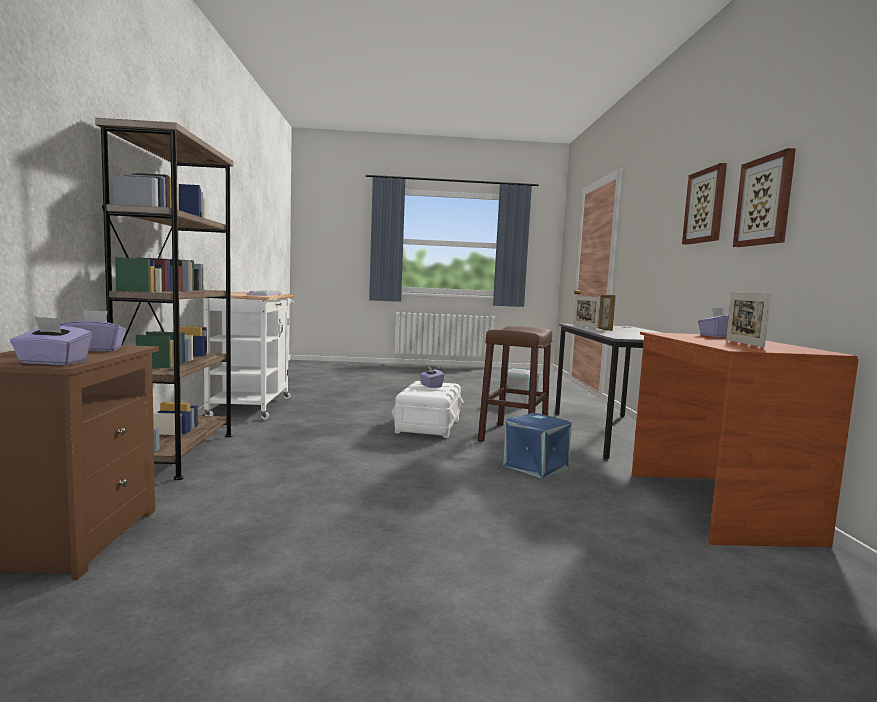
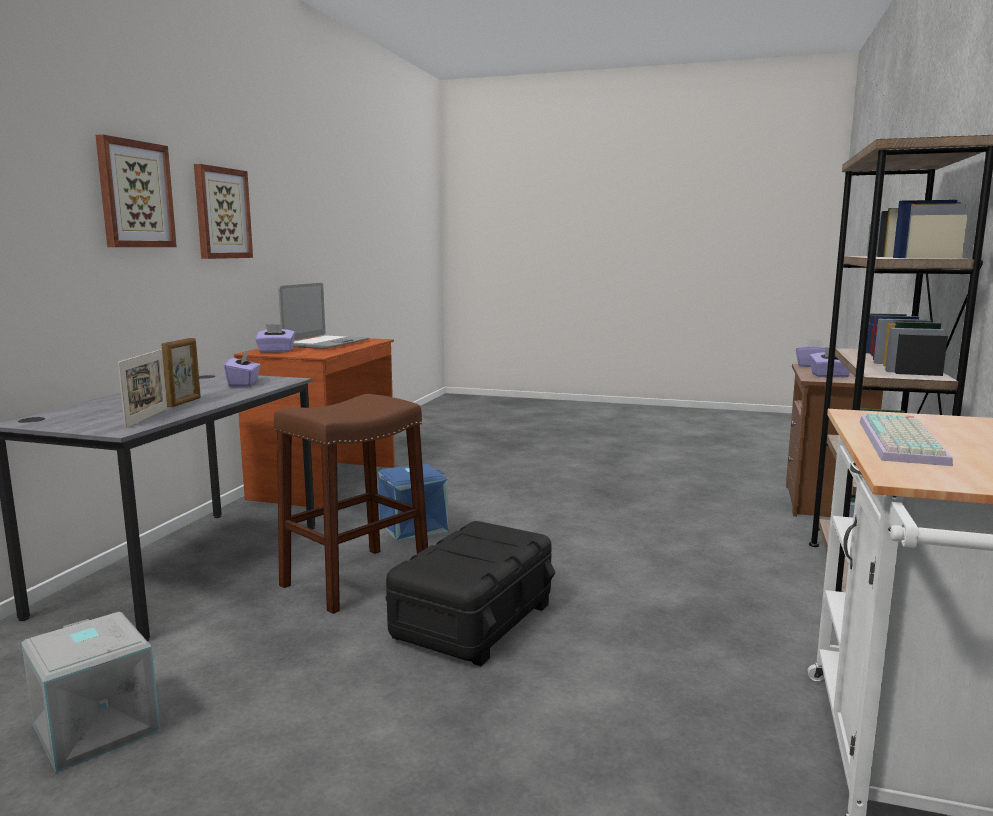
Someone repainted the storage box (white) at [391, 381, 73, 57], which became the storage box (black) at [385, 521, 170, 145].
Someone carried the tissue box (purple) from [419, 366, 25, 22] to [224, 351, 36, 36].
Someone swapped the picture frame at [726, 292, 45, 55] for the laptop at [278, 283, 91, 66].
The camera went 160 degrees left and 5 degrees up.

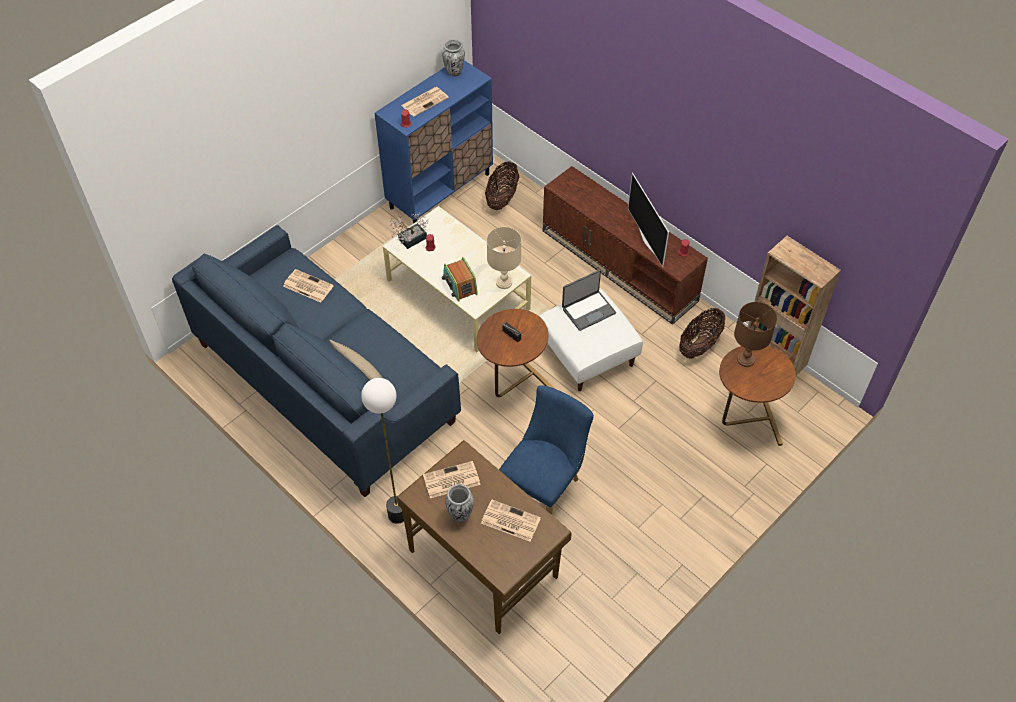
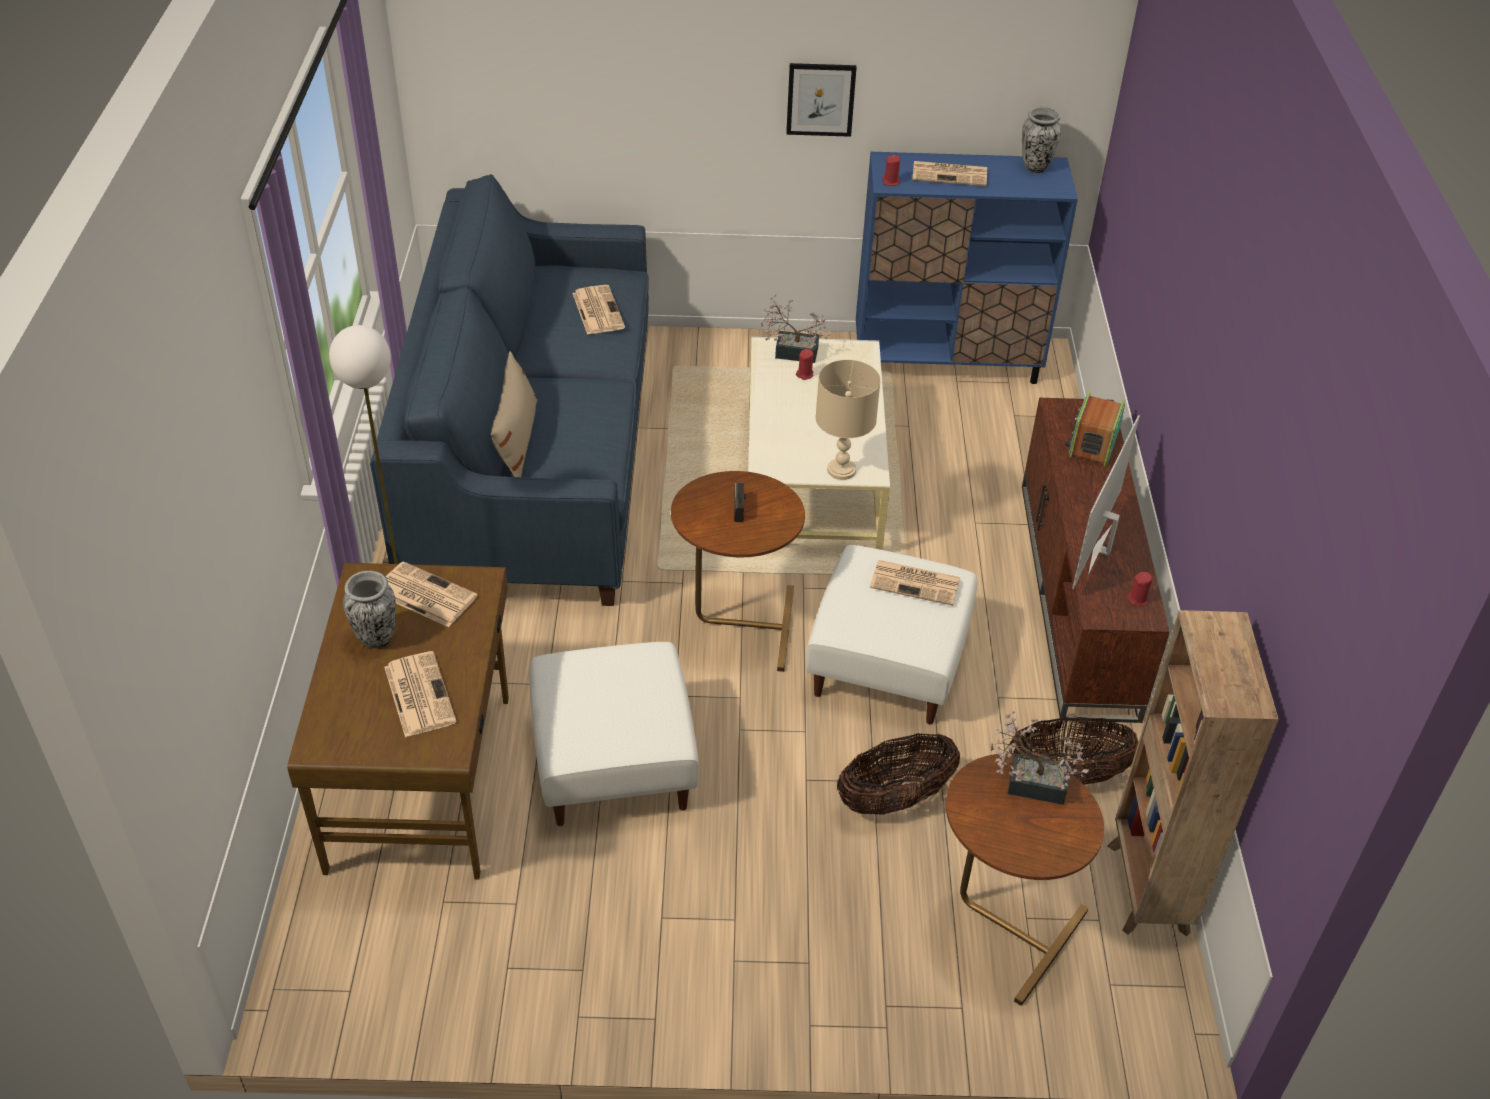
Someone carried the radio from [442, 257, 36, 44] to [1065, 392, 60, 75].
Someone carried the basket from [485, 161, 34, 49] to [837, 733, 123, 82].
Someone swapped the chair (blue) at [499, 385, 95, 130] for the ottoman (white) at [529, 642, 170, 184].
Someone swapped the laptop at [562, 270, 54, 61] for the newspaper at [870, 560, 90, 46].
Someone swapped the table lamp (brown) at [734, 302, 43, 65] for the potted plant at [990, 711, 99, 94].
Someone put up the picture at [786, 63, 71, 74].
The camera went 45 degrees right and 10 degrees down.

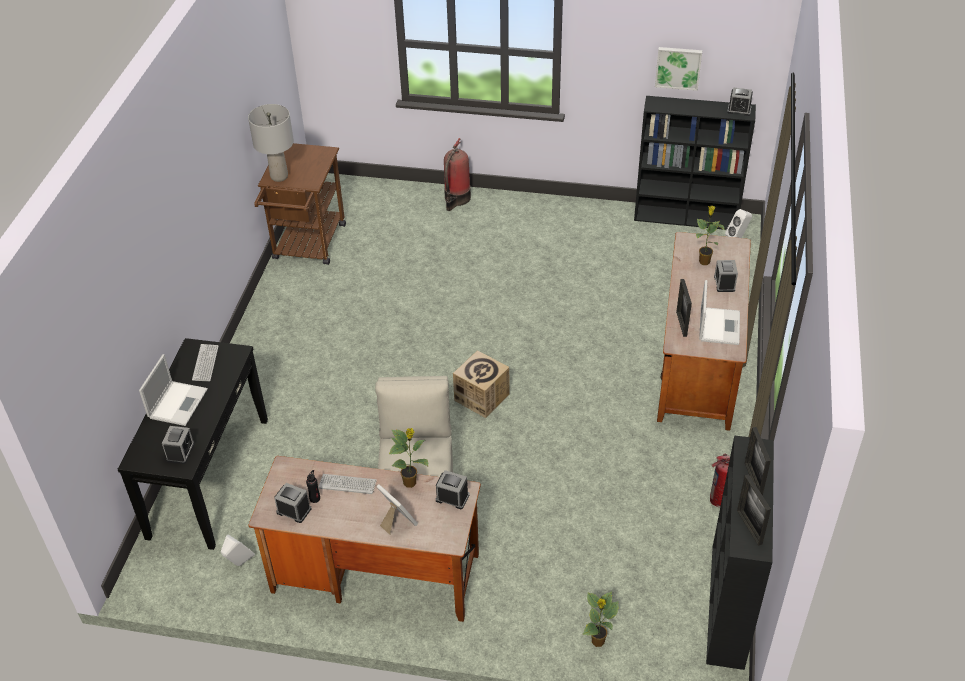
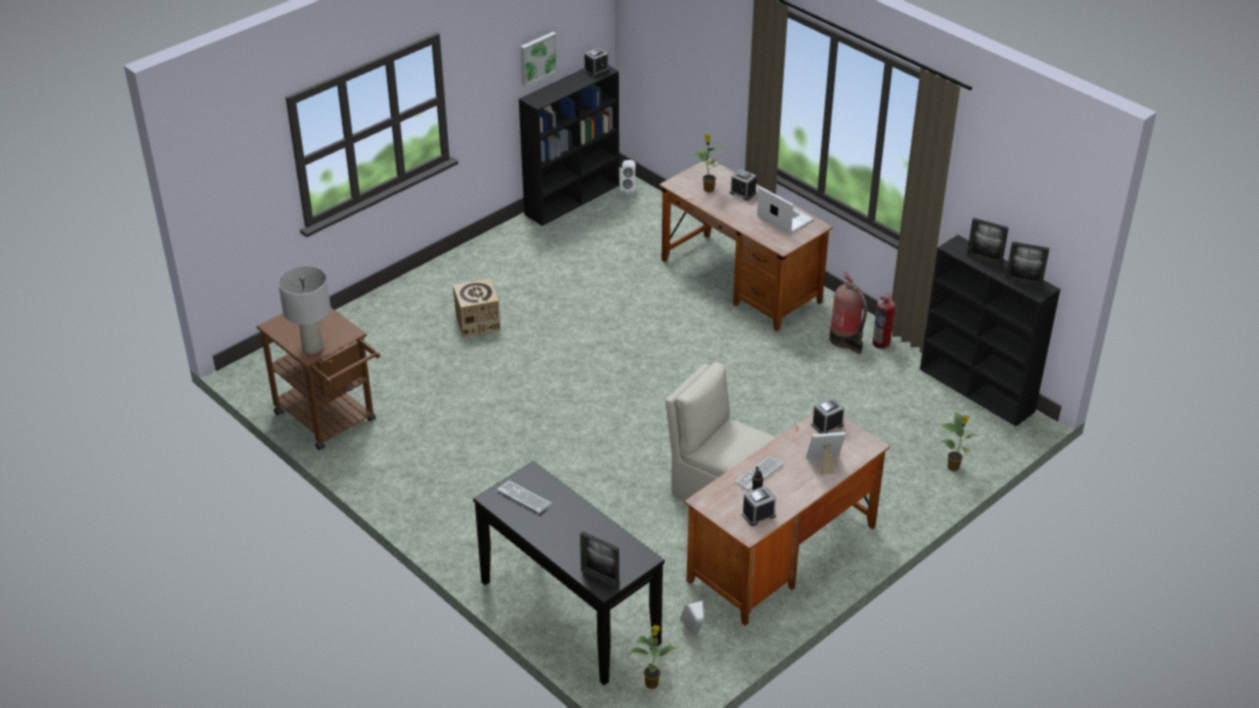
Someone took away the laptop at [139, 354, 69, 72].
Someone took away the alarm clock at [162, 426, 33, 38].
Someone carried the potted plant from [389, 428, 40, 60] to [629, 625, 49, 64].
Someone carried the fire extinguisher from [444, 138, 27, 73] to [829, 272, 38, 82].
Someone carried the cardboard box from [453, 350, 56, 68] to [453, 279, 48, 59].
Someone carried the picture frame from [676, 279, 16, 58] to [580, 531, 39, 56].
The camera went 55 degrees left and 5 degrees down.

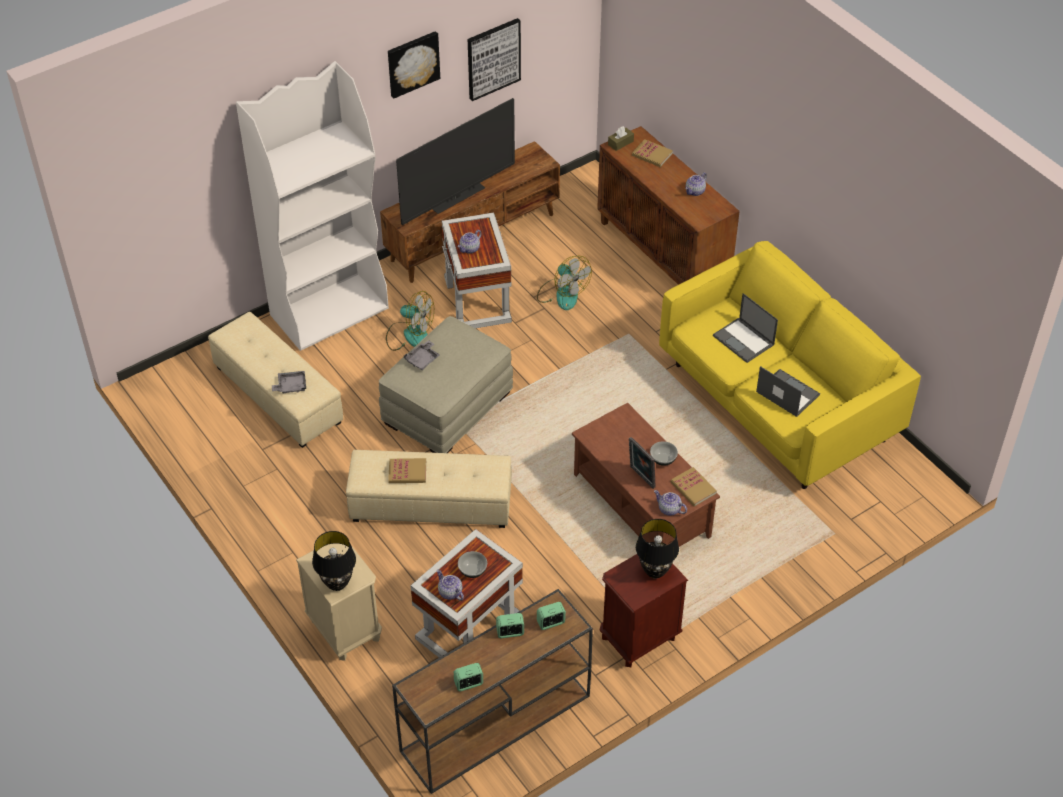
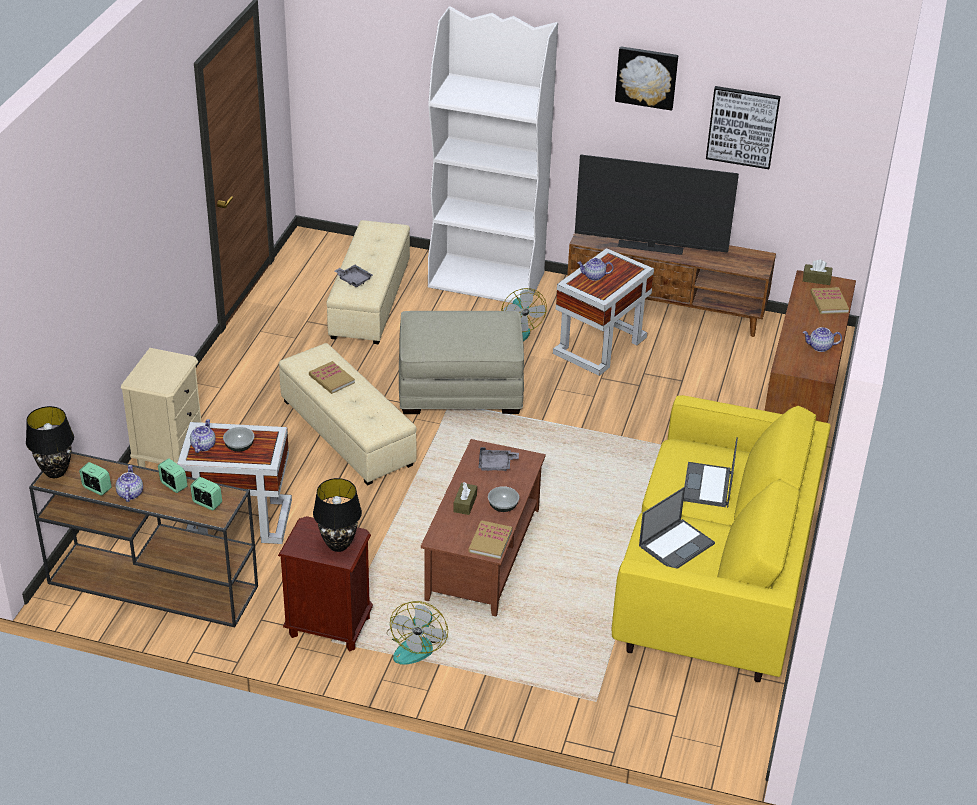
Someone carried the table lamp (black) from [312, 531, 44, 60] to [26, 406, 48, 72].
Someone carried the tray (grey) from [404, 340, 36, 30] to [479, 447, 40, 24].
Someone carried the fan from [537, 256, 55, 54] to [387, 601, 61, 64].
Someone swapped the picture frame at [629, 437, 27, 52] for the tissue box (brown) at [453, 482, 24, 33].
Someone carried the teapot from [654, 490, 33, 26] to [116, 465, 27, 37].
Someone rotated the laptop at [756, 366, 64, 51] by 45 degrees clockwise.
The camera went 50 degrees right and 10 degrees down.

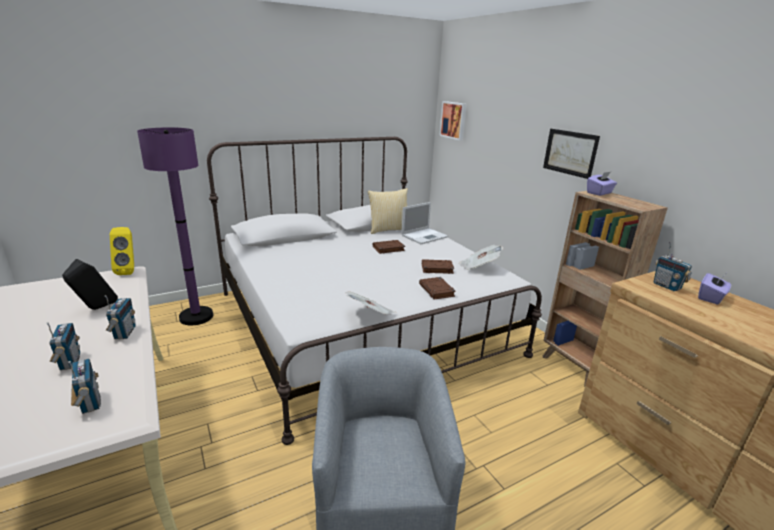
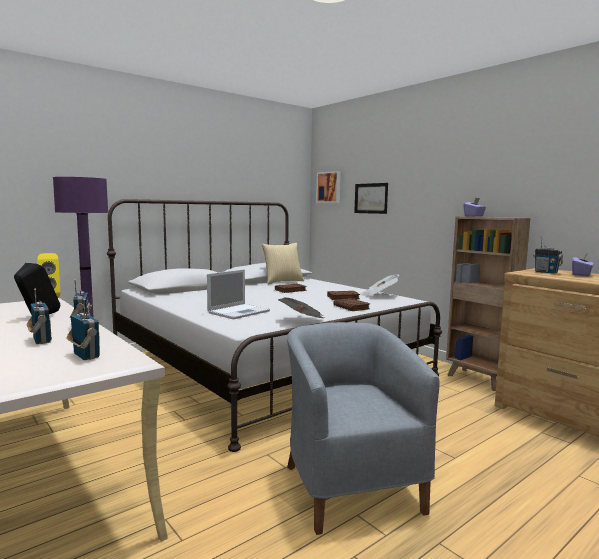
Someone carried the laptop from [401, 202, 47, 42] to [207, 269, 63, 50].
Someone carried the picture from [543, 129, 57, 50] to [354, 183, 34, 31].
The camera went 10 degrees left and 15 degrees down.

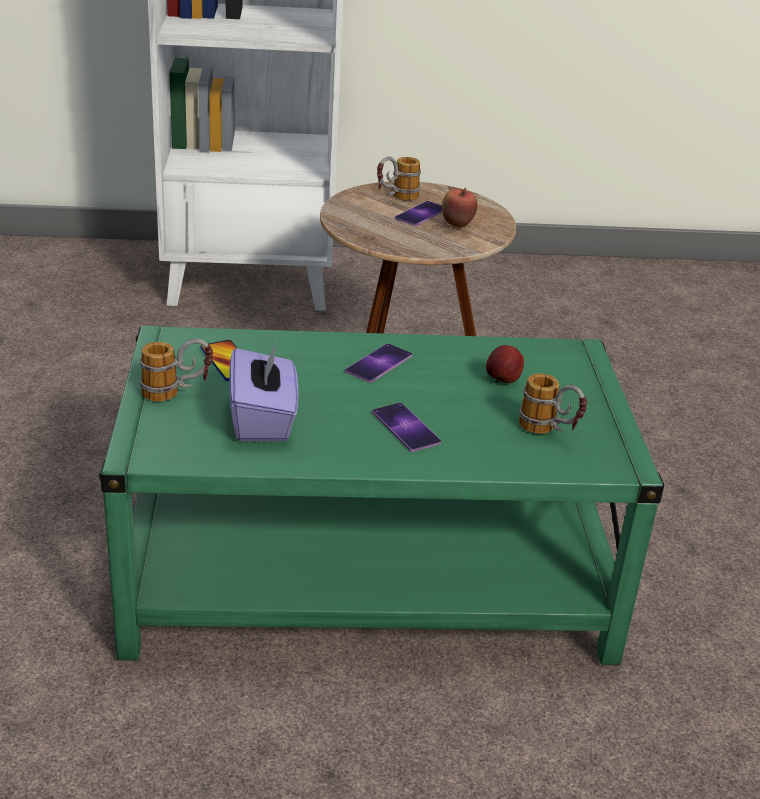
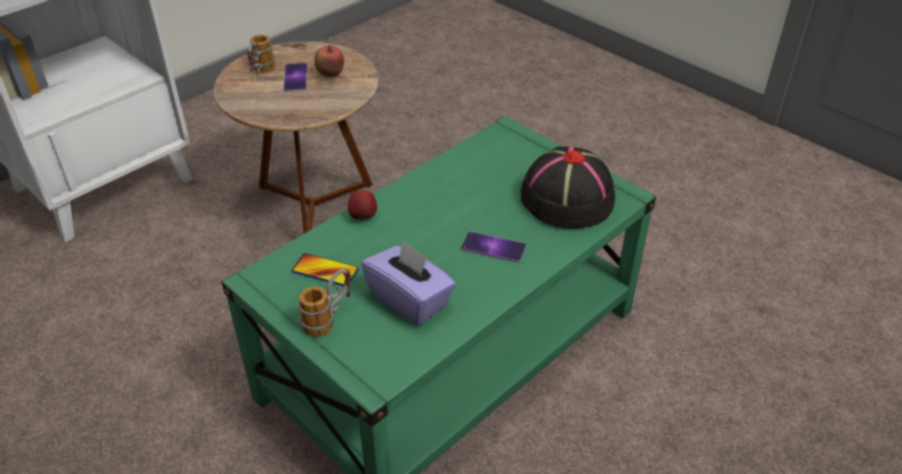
Someone took away the phone at [345, 343, 67, 40].
Someone carried the apple from [486, 345, 38, 38] to [348, 190, 29, 31].
Someone swapped the mug at [519, 373, 68, 61] for the hat (black) at [520, 146, 95, 83].
The camera went 40 degrees left and 10 degrees up.

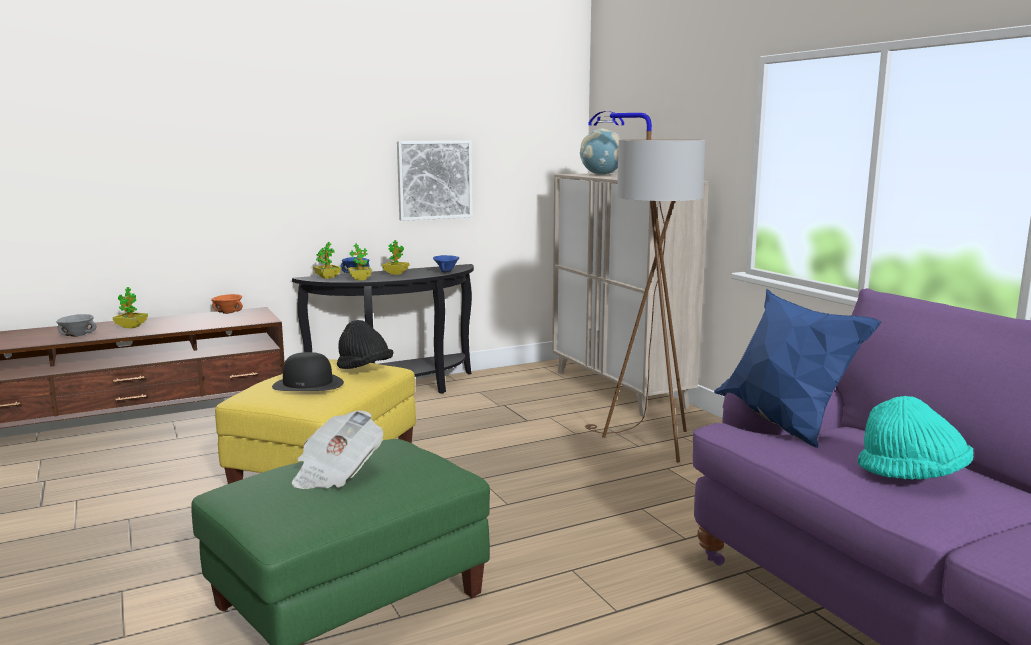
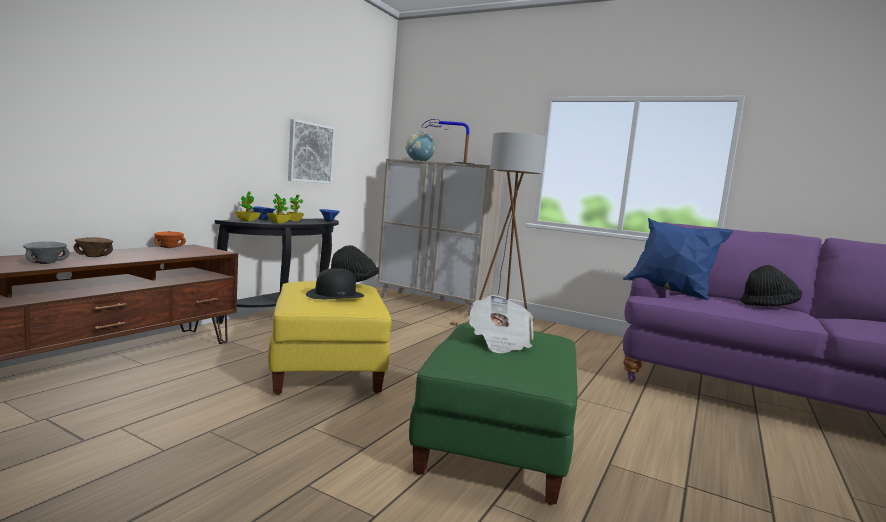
Someone swapped the potted plant at [113, 287, 35, 42] for the bowl (brown) at [74, 237, 39, 20].
Someone repainted the hat (turquoise) at [858, 396, 115, 84], which became the hat (black) at [740, 265, 62, 41].
The camera went 35 degrees left and 5 degrees down.

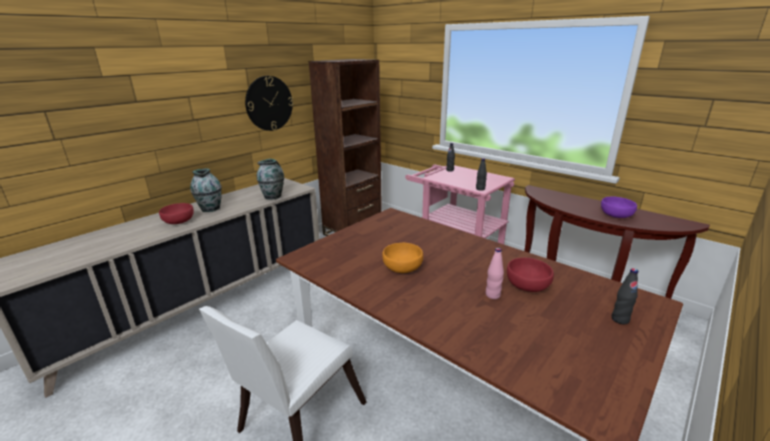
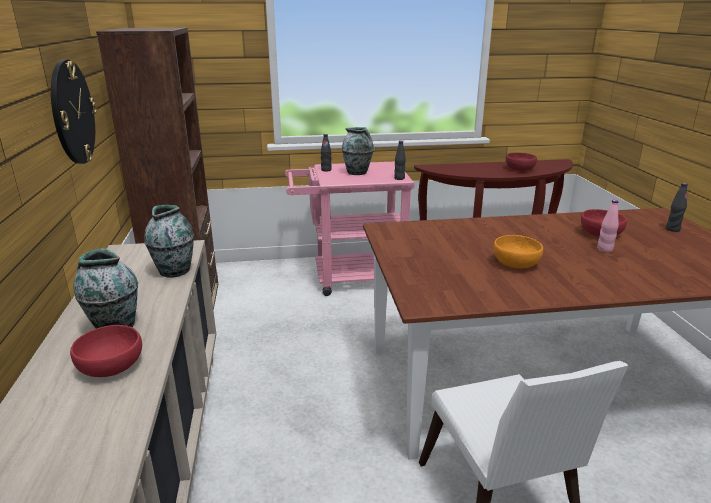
Someone repainted the bowl (purple) at [601, 197, 36, 21], which became the bowl (red) at [506, 152, 31, 19].
Someone put down the vase at [342, 127, 32, 48].
The camera went 50 degrees left and 0 degrees up.

